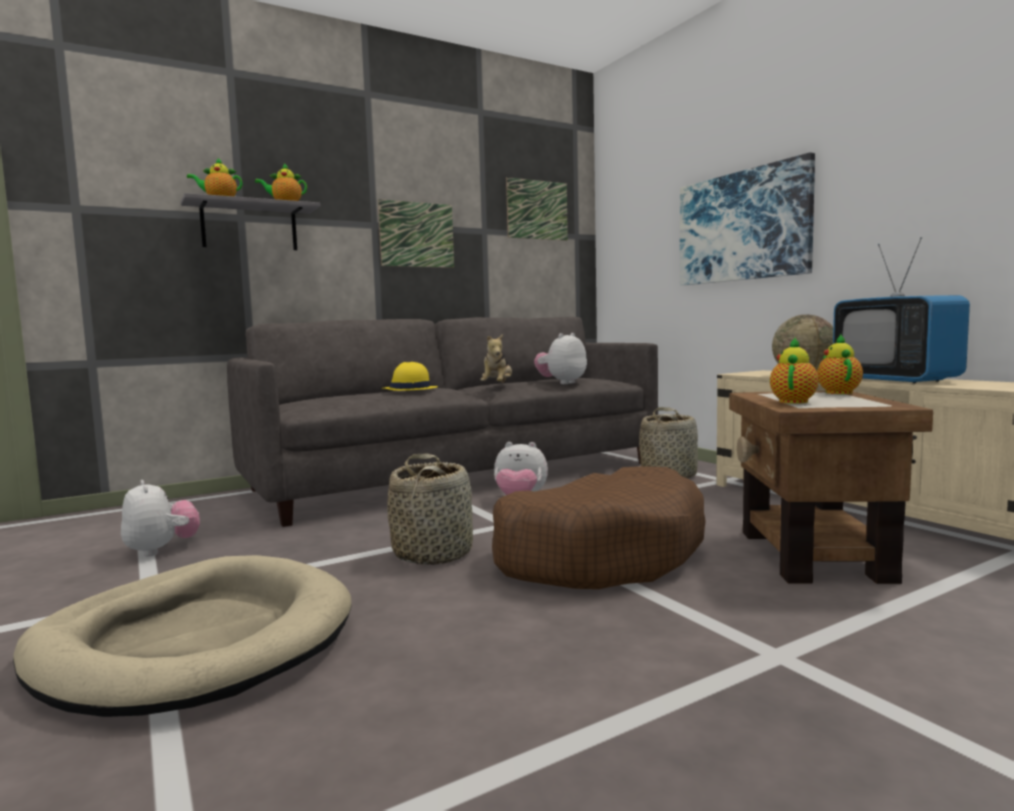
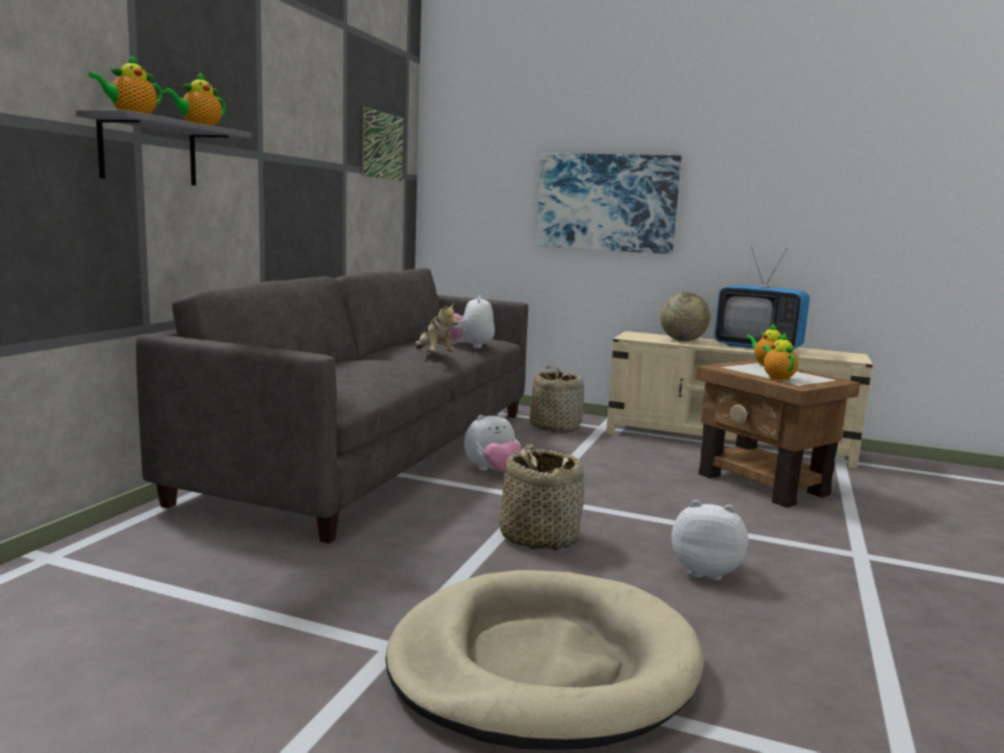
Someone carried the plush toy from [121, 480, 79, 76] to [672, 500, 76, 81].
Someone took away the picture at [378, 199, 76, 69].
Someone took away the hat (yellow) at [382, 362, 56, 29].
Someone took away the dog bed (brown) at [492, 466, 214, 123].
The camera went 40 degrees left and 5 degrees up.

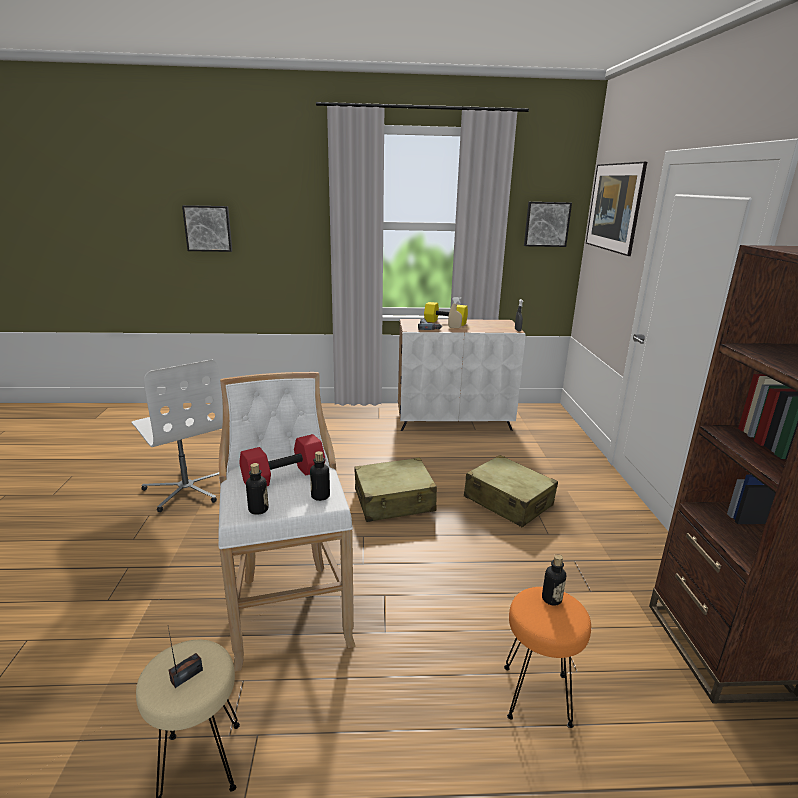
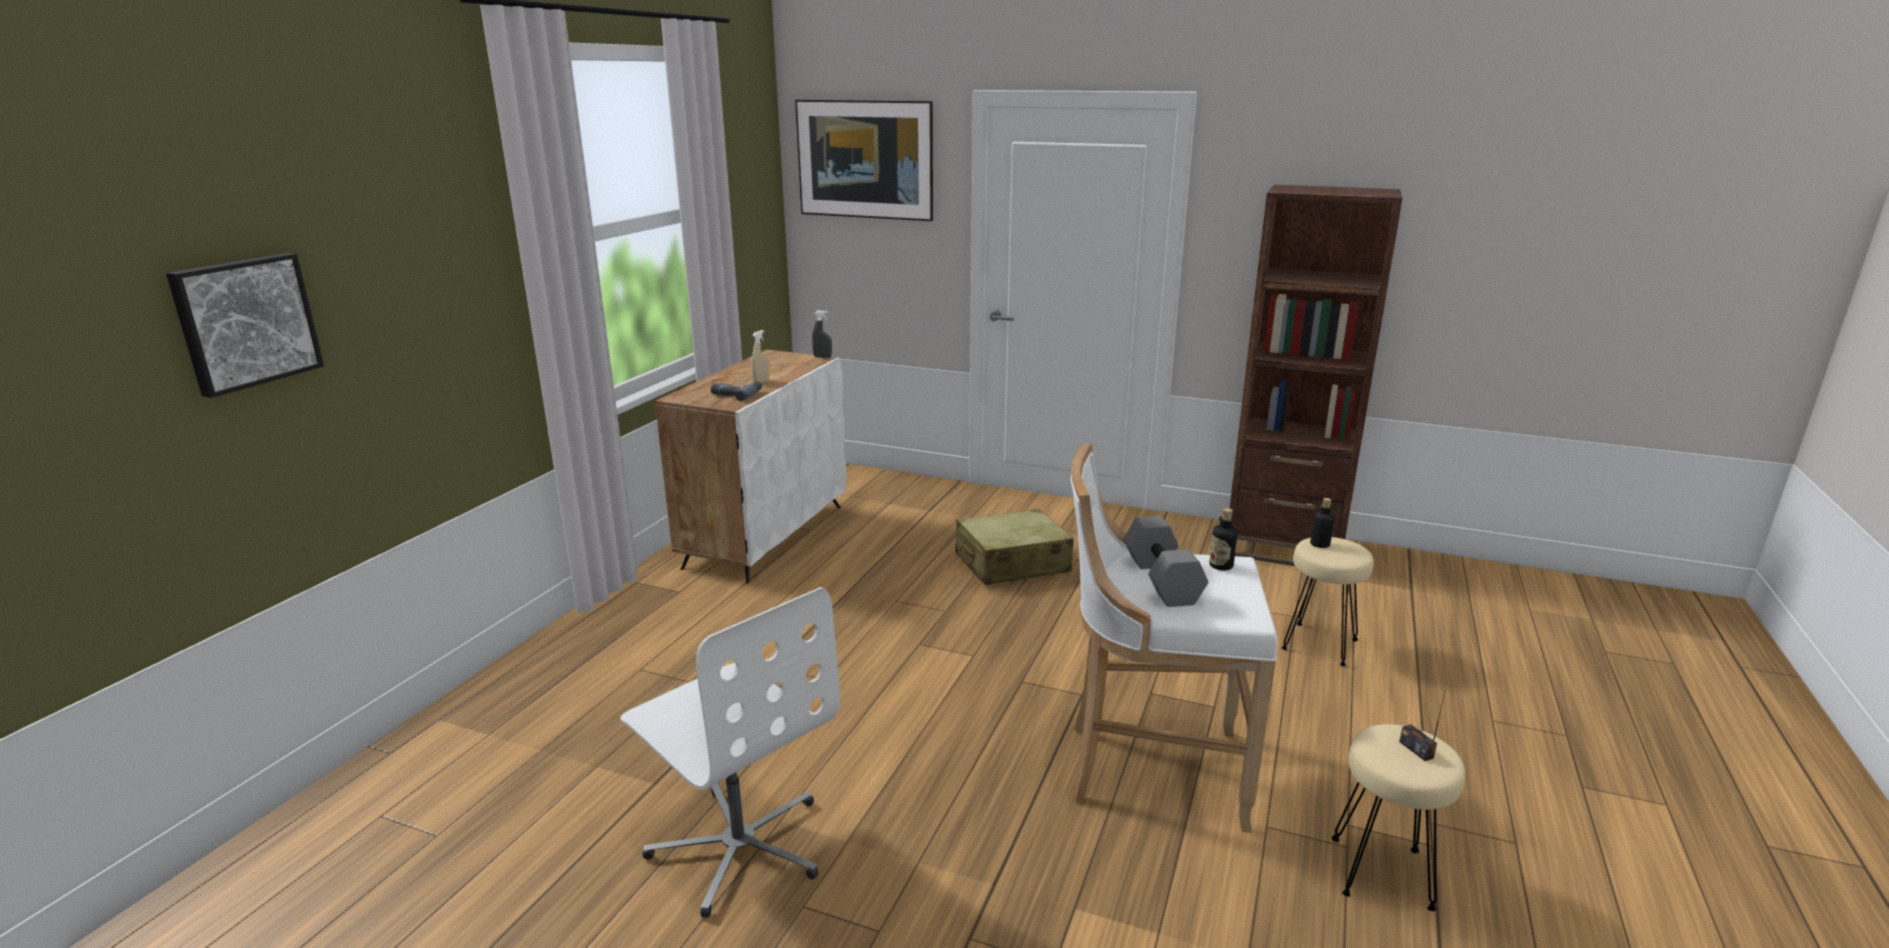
Someone rotated the office chair (white) at [131, 359, 92, 153] by 60 degrees clockwise.
Someone repainted the dumbbell (red) at [239, 434, 87, 52], which became the dumbbell (grey) at [1123, 516, 85, 91].
Someone took away the bottle at [246, 463, 22, 52].
Someone took away the suitcase (beige) at [354, 458, 83, 64].
Someone took away the dumbbell (yellow) at [424, 302, 44, 24].
Someone repainted the stool (orange) at [504, 587, 87, 141], which became the stool (beige) at [1281, 537, 93, 129].
Someone took away the picture at [524, 202, 48, 45].
The camera went 65 degrees left and 0 degrees up.

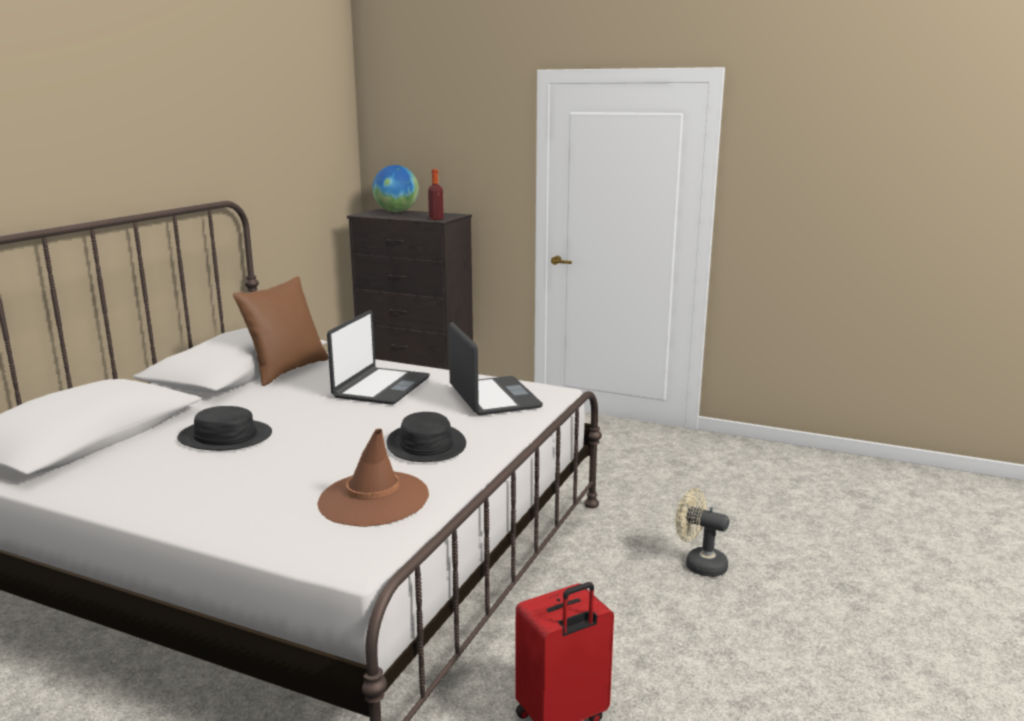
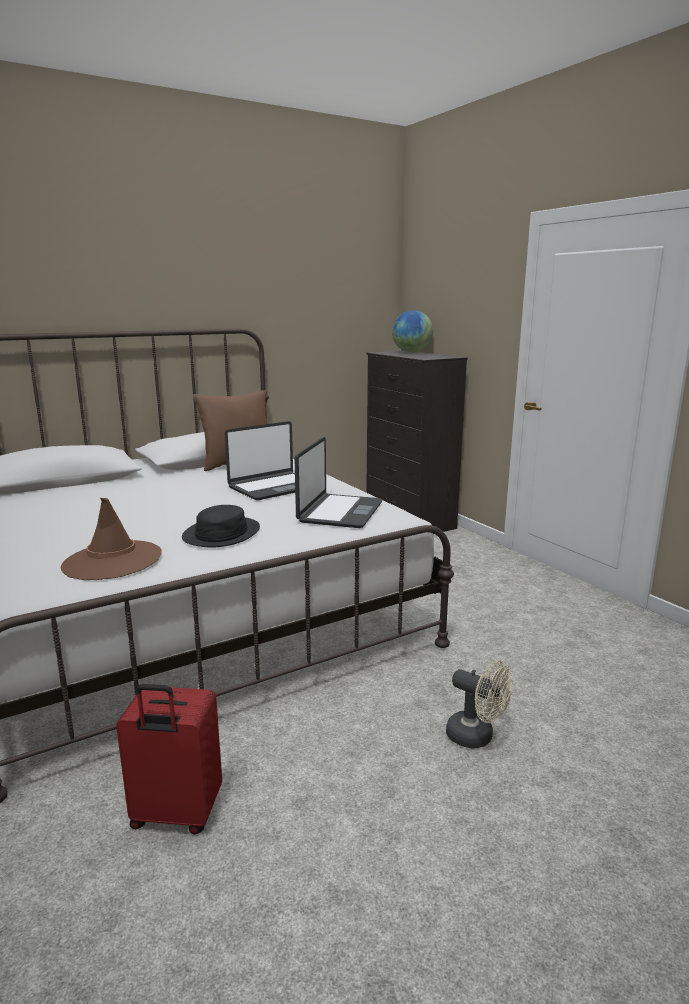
Someone took away the hat (black) at [177, 406, 95, 45].
Someone took away the bottle at [428, 169, 16, 51].
Someone rotated the fan (beige) at [675, 488, 54, 89] by 150 degrees clockwise.
The camera went 35 degrees right and 0 degrees up.

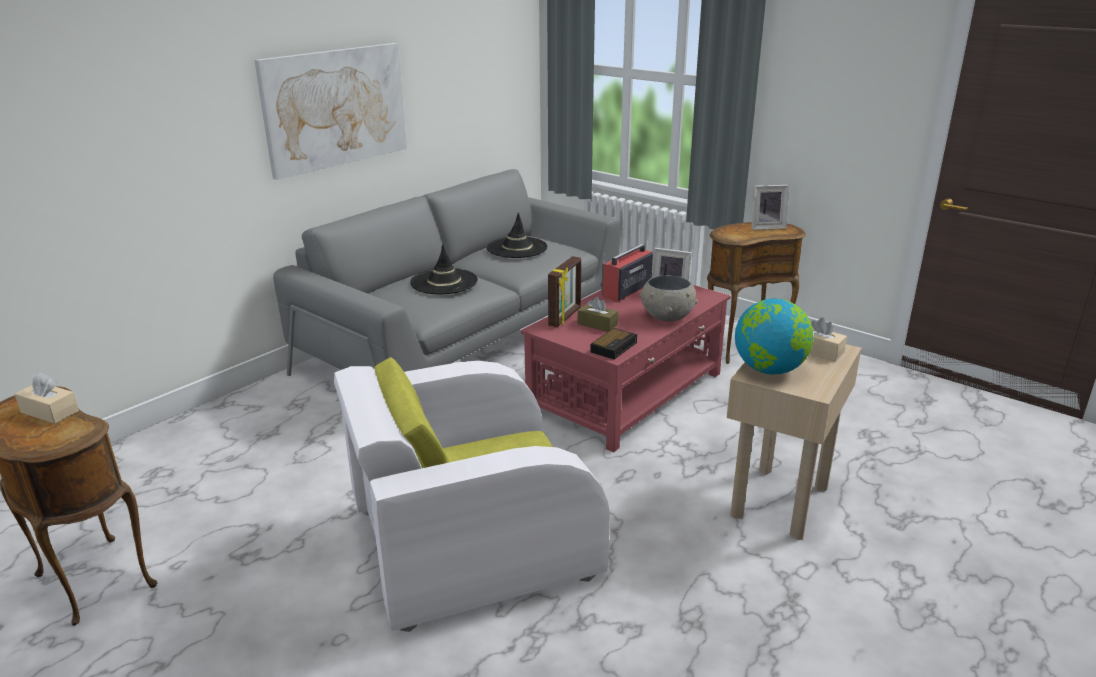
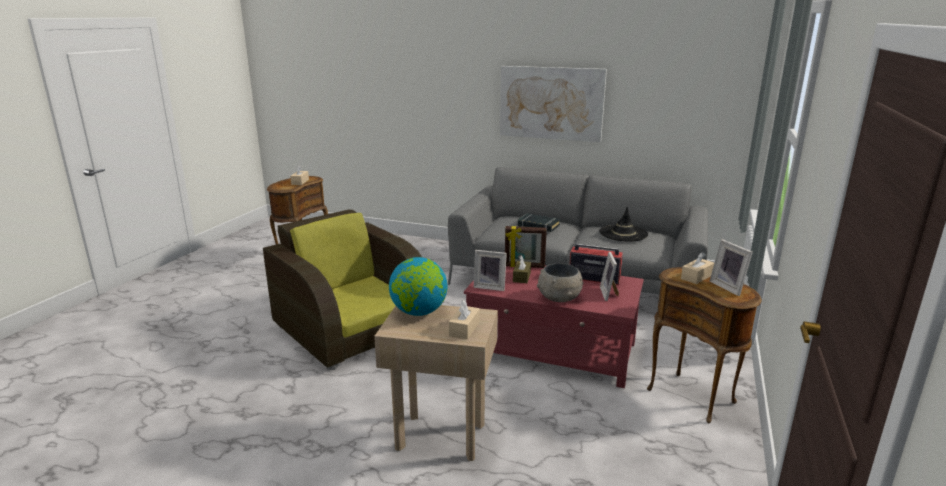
Someone repainted the armchair (white) at [334, 357, 276, 275], which became the armchair (brown) at [263, 210, 159, 160].
Someone swapped the hat (black) at [410, 244, 68, 50] for the book (black) at [517, 213, 43, 19].
Someone swapped the alarm clock at [591, 328, 46, 31] for the picture frame at [474, 250, 33, 41].
Someone put down the tissue box (beige) at [681, 252, 33, 32].
The camera went 70 degrees right and 5 degrees down.

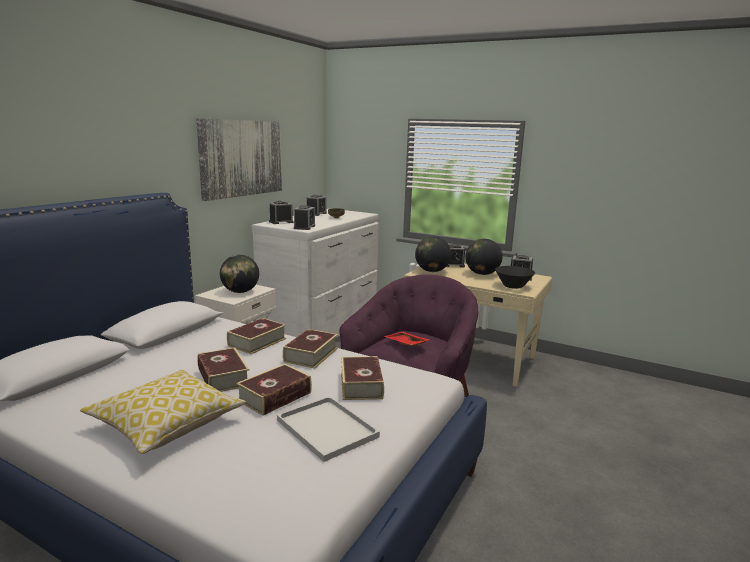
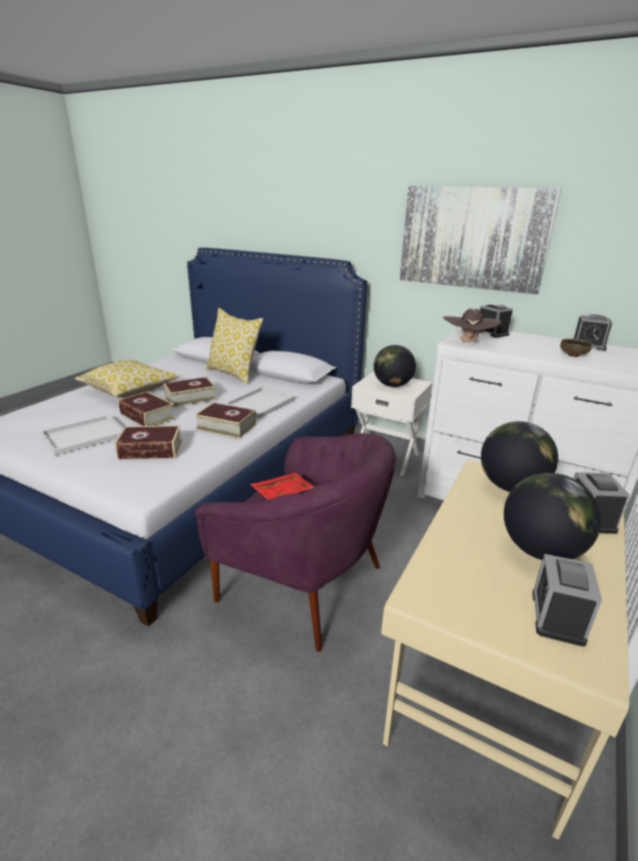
Someone swapped the book at [227, 318, 59, 36] for the tray (white) at [225, 387, 71, 32].
Someone swapped the alarm clock at [294, 205, 21, 25] for the hat (brown) at [442, 308, 59, 36].
Someone took away the bowl (black) at [495, 266, 40, 23].
Someone put down the pillow at [206, 308, 57, 77].
The camera went 90 degrees right and 10 degrees up.

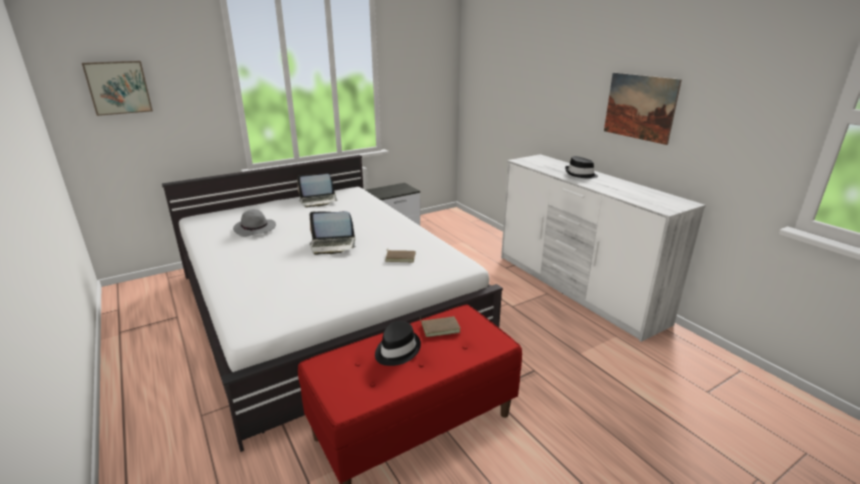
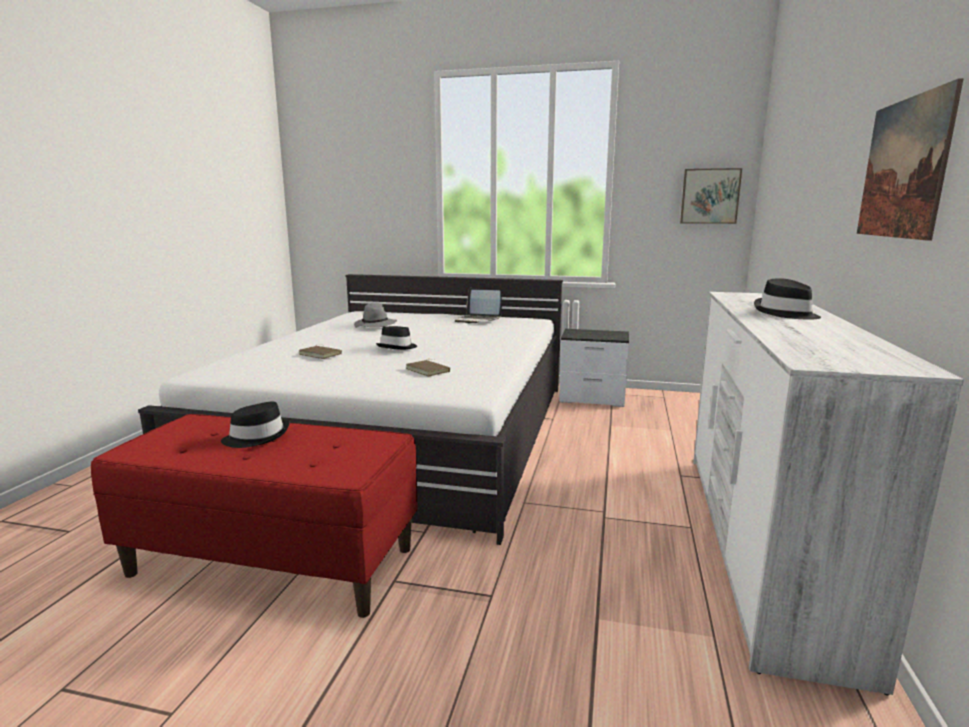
Someone carried the picture from [82, 61, 71, 55] to [680, 168, 62, 56].
Someone swapped the laptop at [310, 212, 46, 43] for the hat (black) at [376, 326, 41, 24].
Someone carried the book (brown) from [420, 316, 41, 21] to [299, 346, 43, 13].
The camera went 45 degrees right and 10 degrees down.

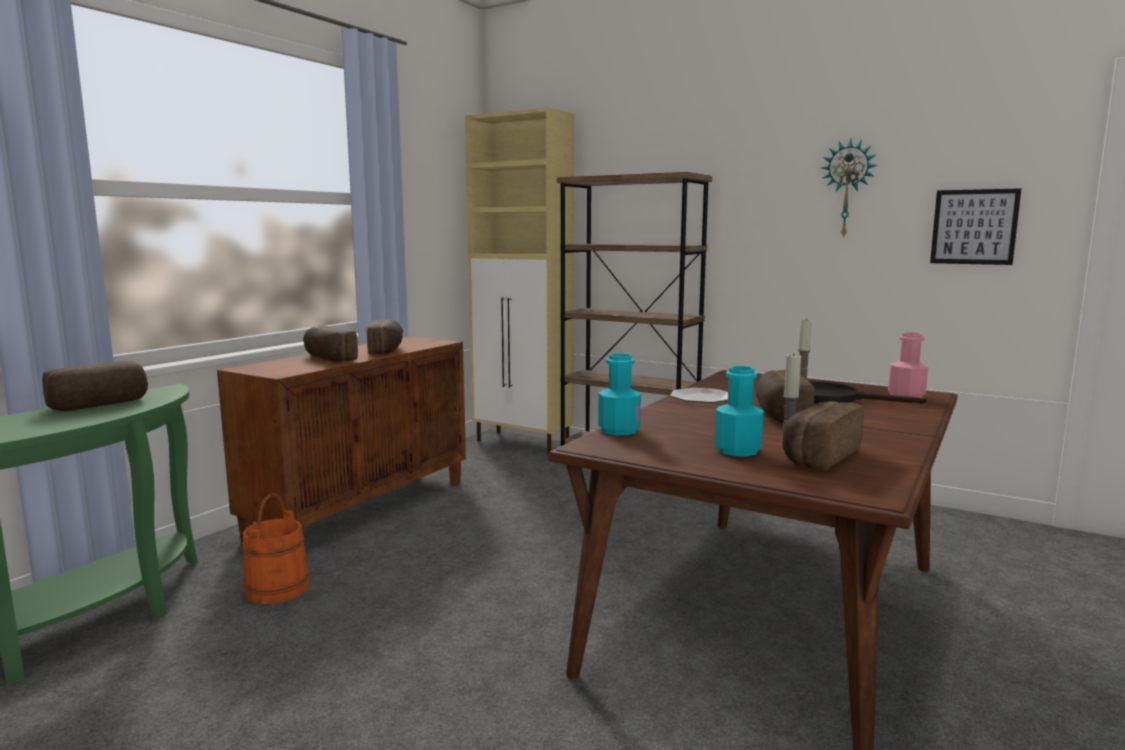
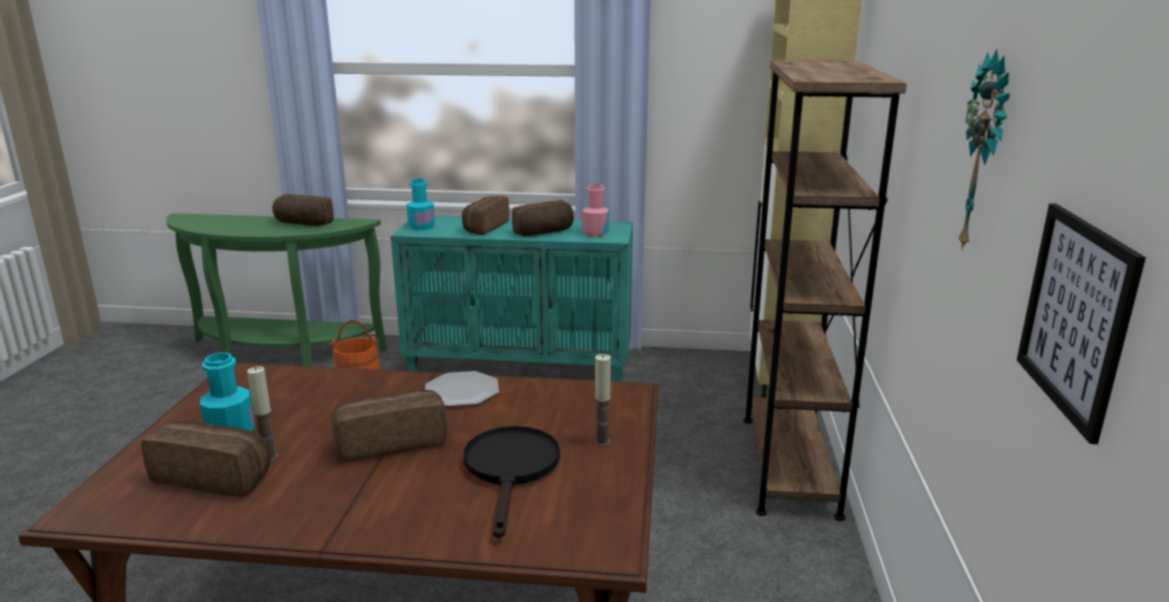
Someone repainted the cabinet (brown) at [217, 336, 249, 206], which became the cabinet (turquoise) at [391, 216, 242, 166].
Someone carried the bottle (turquoise) from [598, 353, 43, 82] to [406, 179, 29, 51].
Someone carried the bottle (pink) from [888, 332, 40, 66] to [582, 184, 27, 53].
The camera went 65 degrees right and 10 degrees up.

